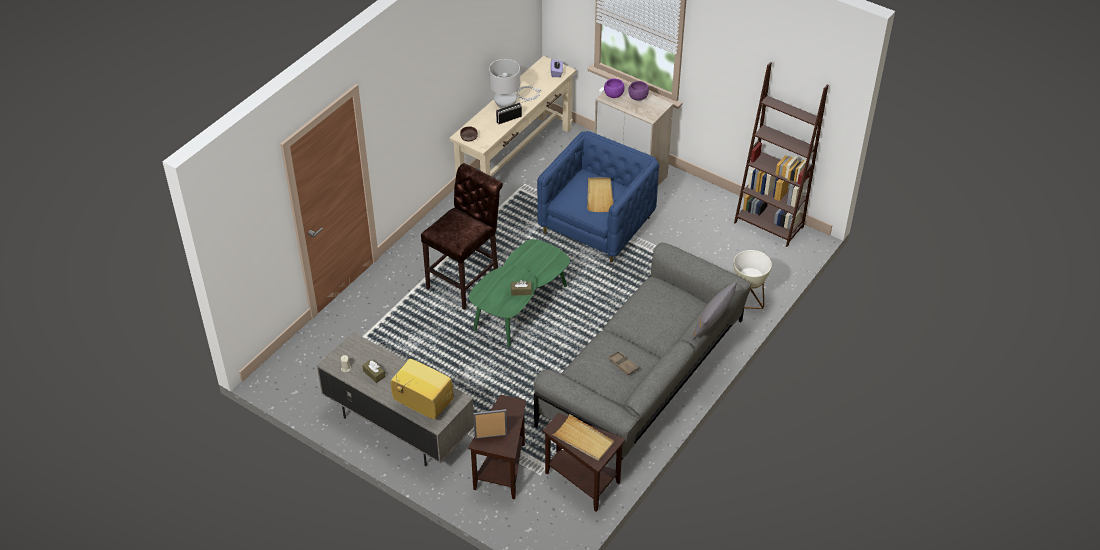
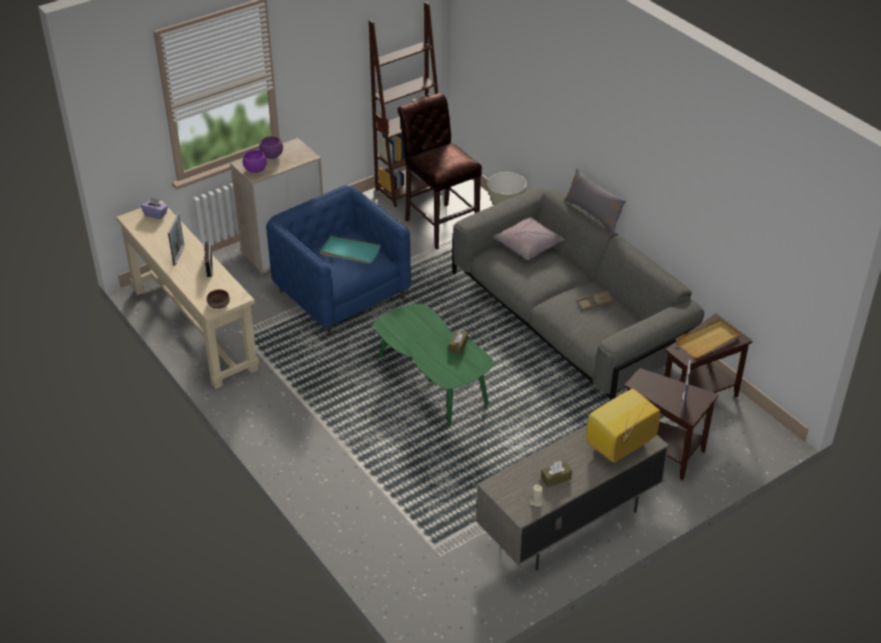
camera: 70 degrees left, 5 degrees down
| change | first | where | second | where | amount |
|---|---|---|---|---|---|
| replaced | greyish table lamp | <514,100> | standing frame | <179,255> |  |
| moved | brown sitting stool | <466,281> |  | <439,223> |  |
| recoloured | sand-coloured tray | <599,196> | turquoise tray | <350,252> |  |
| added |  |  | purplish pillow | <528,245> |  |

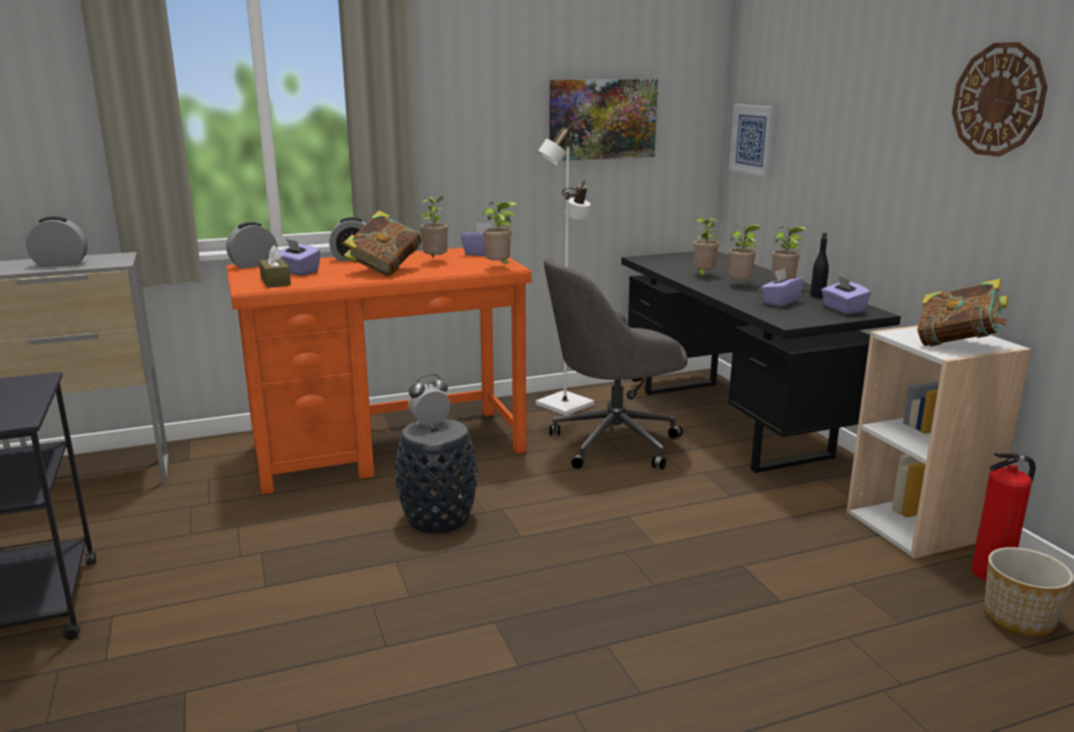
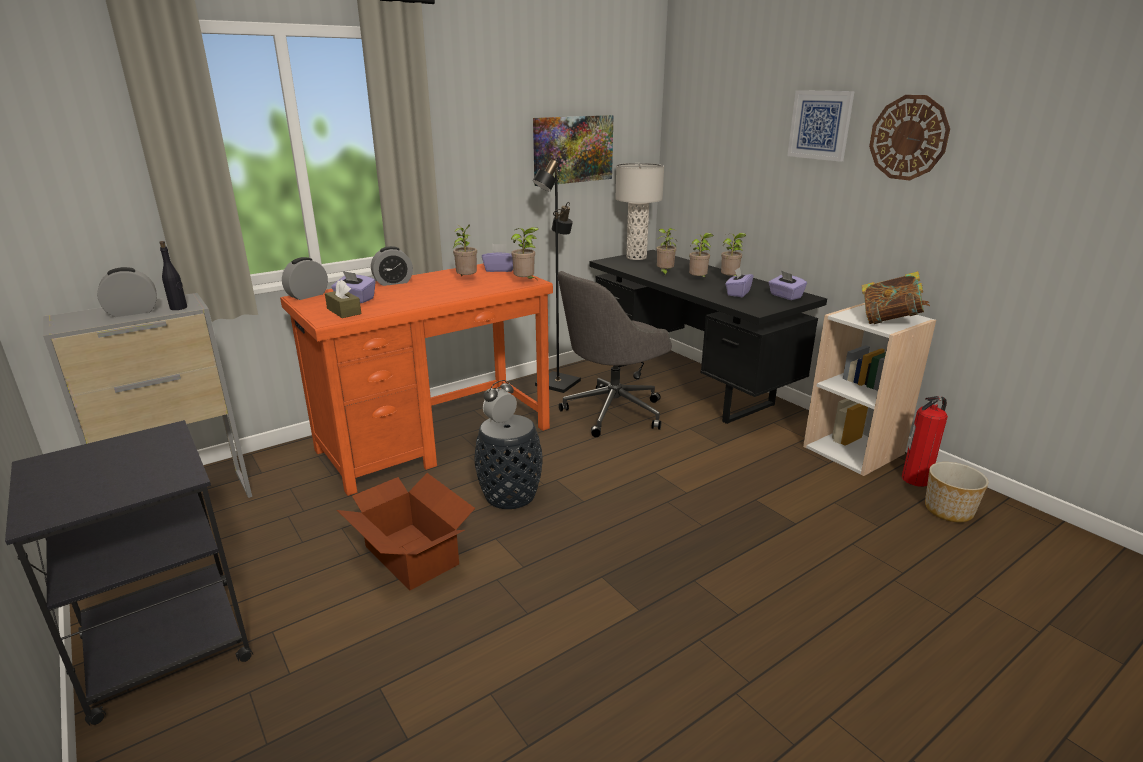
camera: 15 degrees left, 5 degrees up
| change | first | where | second | where | amount |
|---|---|---|---|---|---|
| moved | wall art | <753,139> |  | <820,125> |  |
| recoloured | white-coloured floor lamp | <565,404> | blackish floor lamp | <558,383> |  |
| removed | book | <384,270> |  |  |  |
| moved | blackish bottle | <818,296> |  | <179,308> |  |
| added |  |  | white-coloured table lamp | <636,257> |  |
| added |  |  | carton | <412,554> |  |

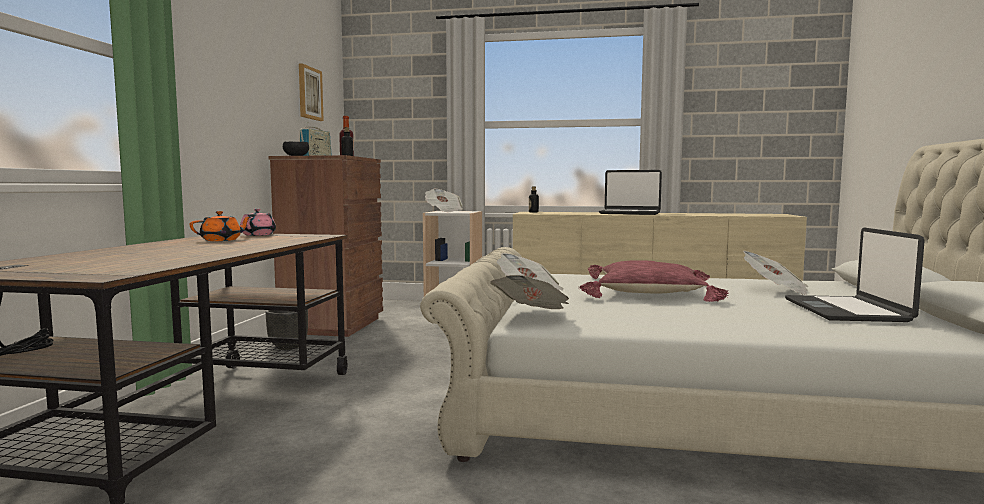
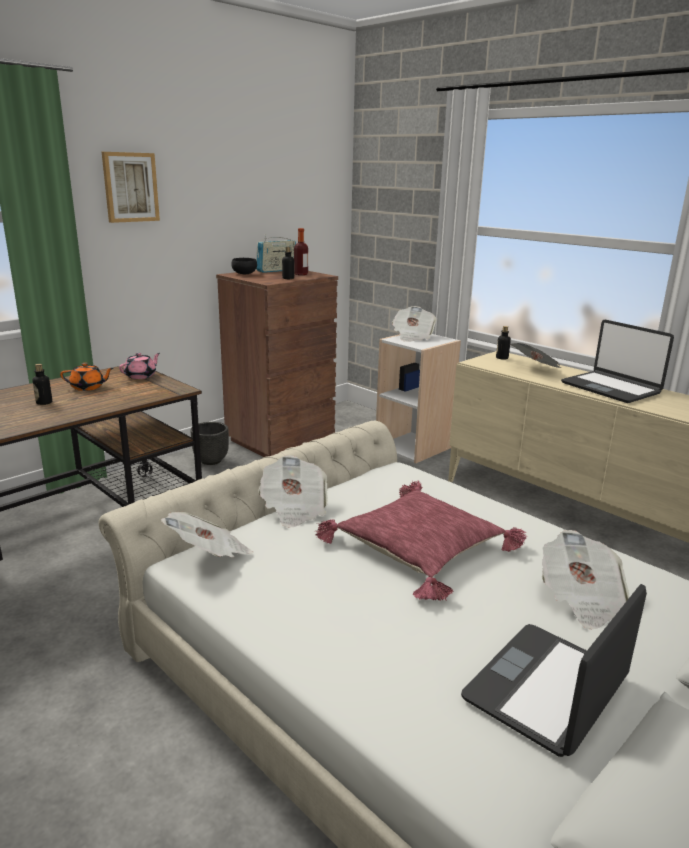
camera: 35 degrees right, 15 degrees up
| change | first | where | second | where | amount |
|---|---|---|---|---|---|
| moved | wall art | <309,93> |  | <130,187> |  |
| added |  |  | printed paper | <535,370> |  |
| added |  |  | bottle | <44,402> |  |

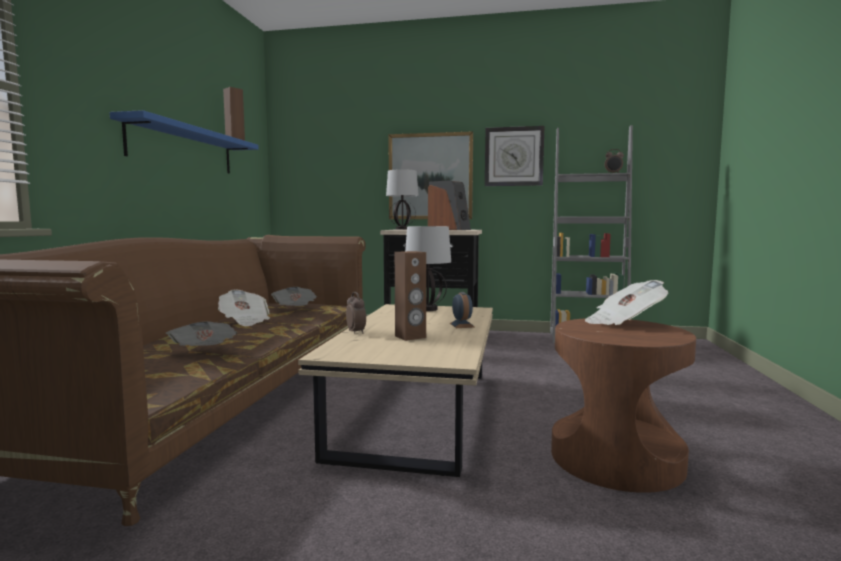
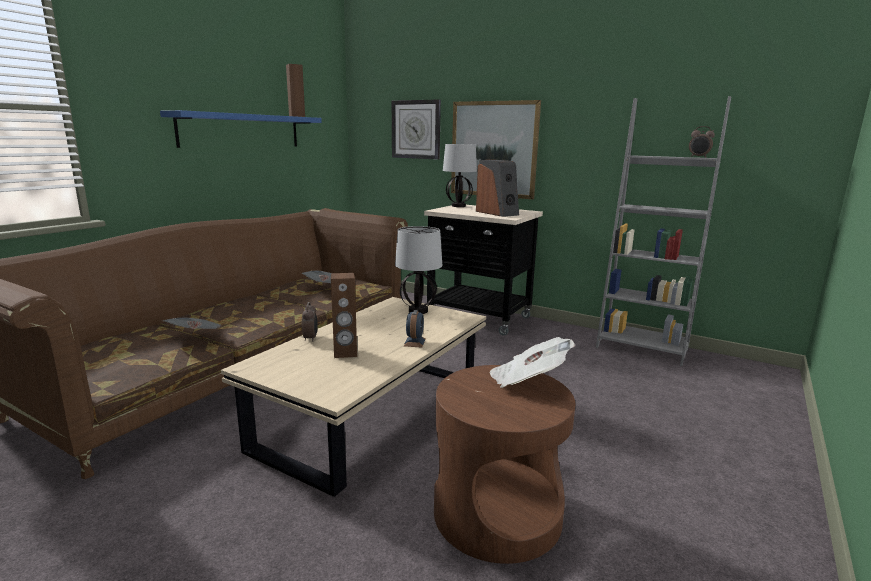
camera: 20 degrees right, 10 degrees up
| change | first | where | second | where | amount |
|---|---|---|---|---|---|
| moved | wall clock | <514,156> |  | <416,129> |  |
| removed | printed paper | <244,321> |  |  |  |

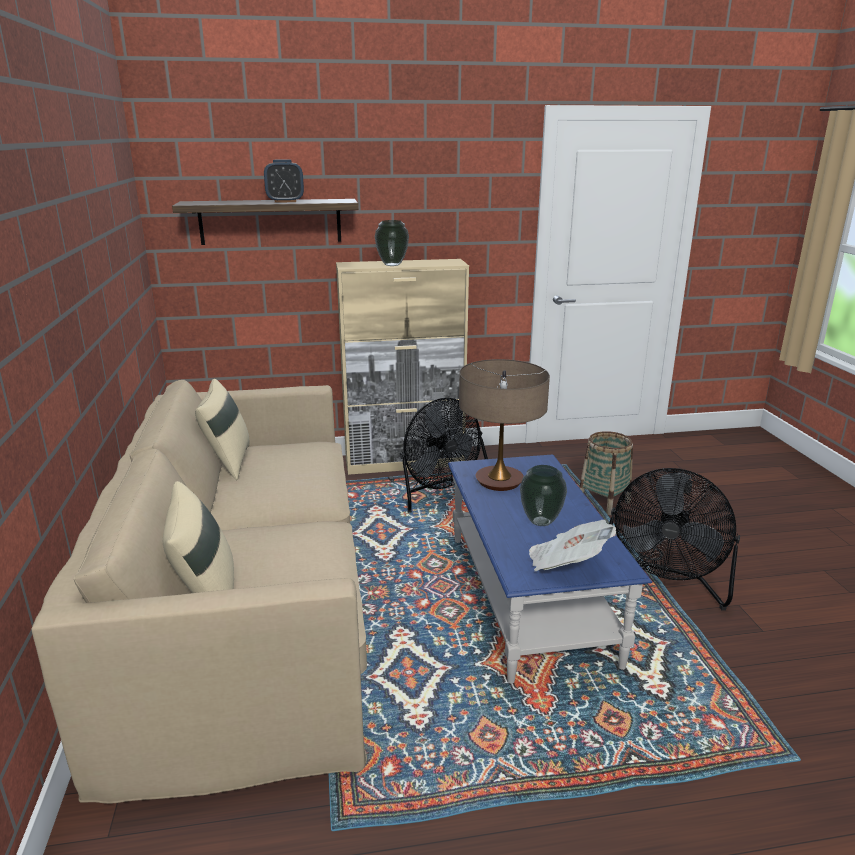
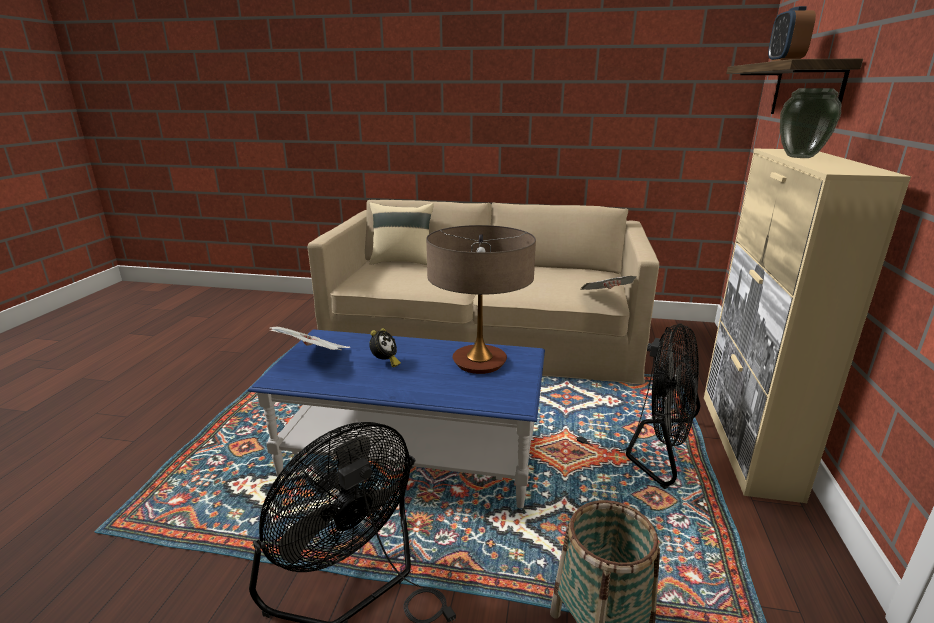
camera: 110 degrees right, 0 degrees up
| change | first | where | second | where | amount |
|---|---|---|---|---|---|
| removed | sand-coloured pillow | <228,462> |  |  |  |
| turned | blackish fan | <434,493> |  | <650,447> | 135 degrees counterclockwise |
| replaced | flower vase | <540,521> | table clock | <385,362> |  |
| added |  |  | printed paper | <607,298> |  |

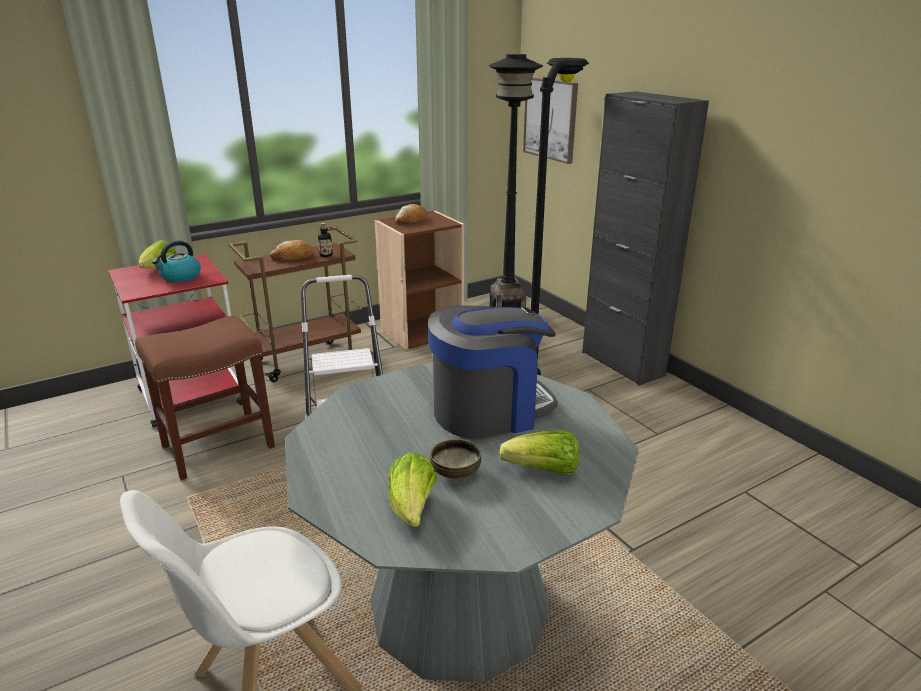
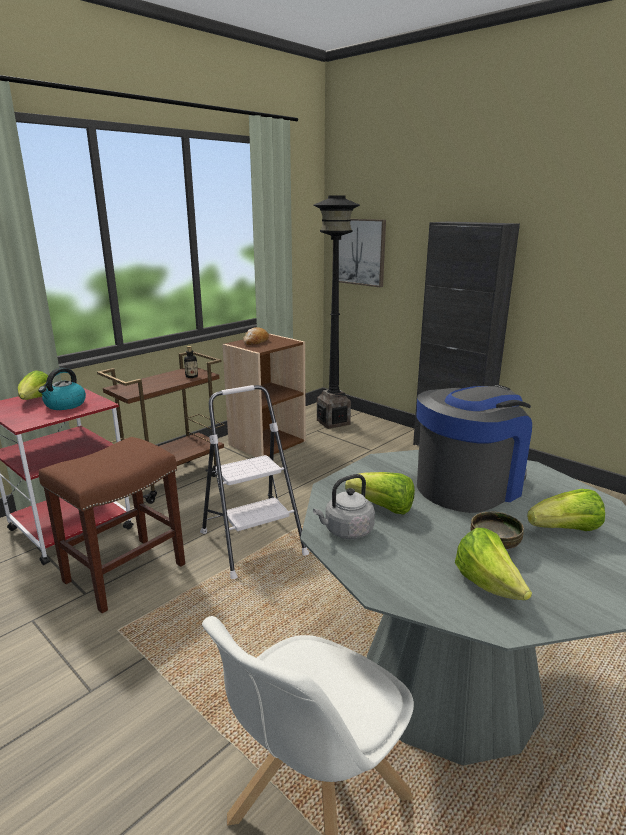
camera: 15 degrees left, 5 degrees down
| change | first | where | second | where | amount |
|---|---|---|---|---|---|
| removed | blackish floor lamp | <544,349> |  |  |  |
| removed | baked bread | <293,257> |  |  |  |
| added |  |  | head of lettuce | <382,508> |  |
| added |  |  | greyish kettle | <346,531> |  |

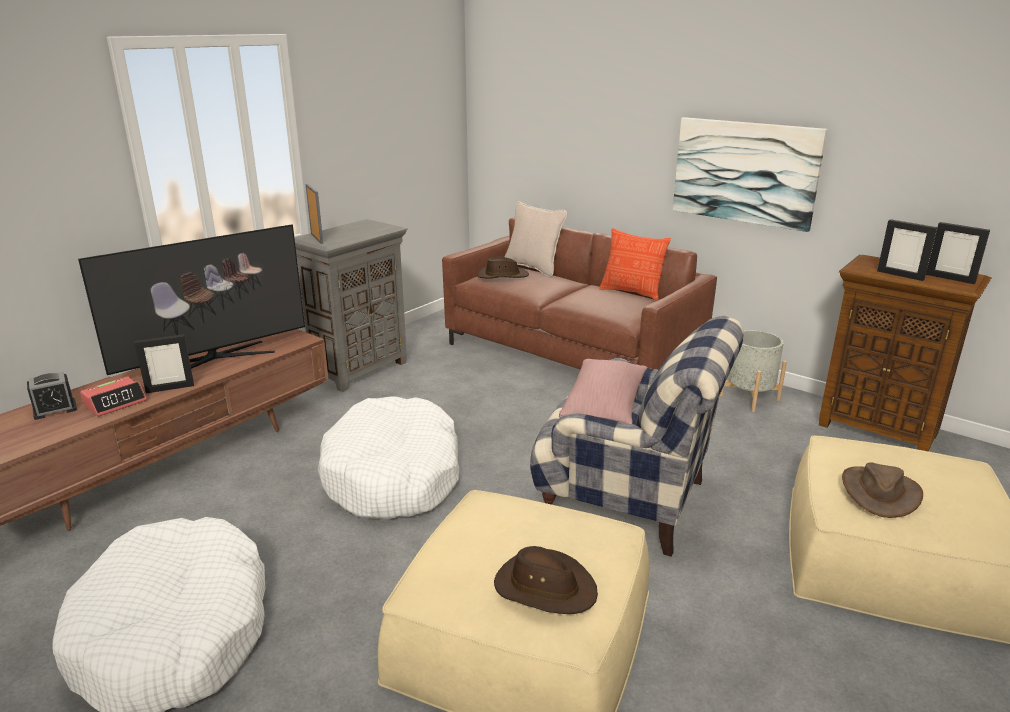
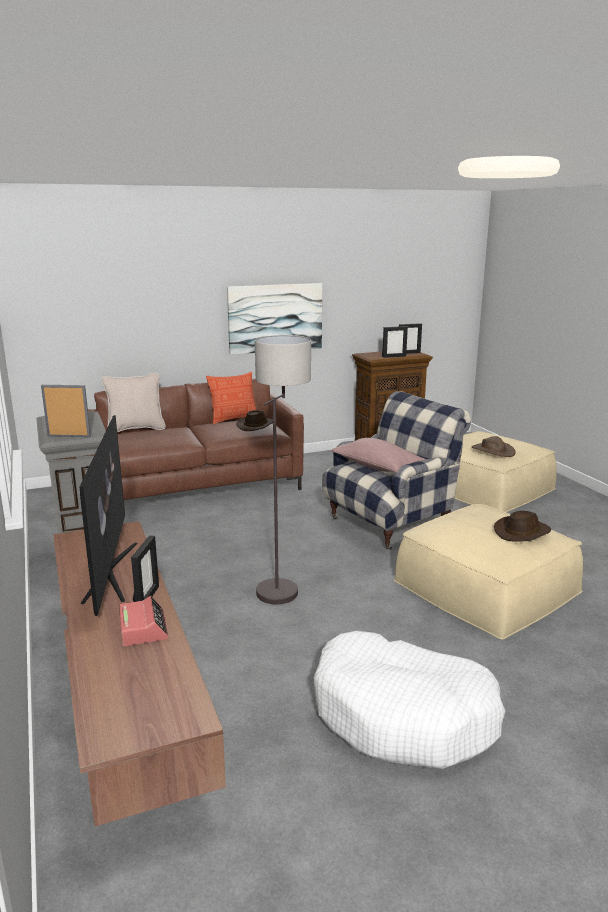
camera: 60 degrees left, 5 degrees down
| change | first | where | second | where | amount |
|---|---|---|---|---|---|
| moved | brown wearable hat | <502,276> |  | <256,426> |  |
| removed | greyish planter | <749,397> |  |  |  |
| removed | table clock | <55,409> |  |  |  |
| replaced | white-coloured dog bed | <393,476> | greyish floor lamp | <282,587> |  |

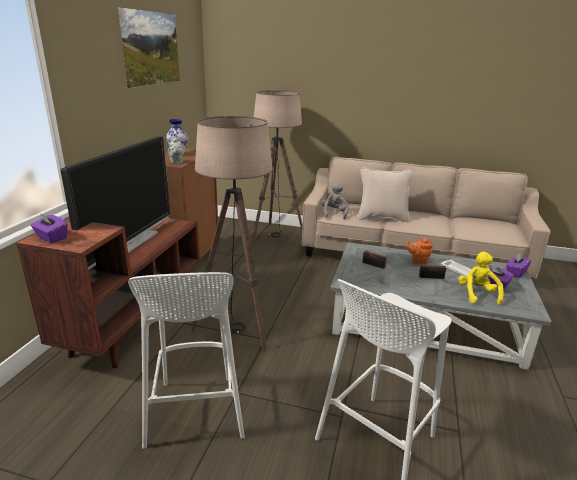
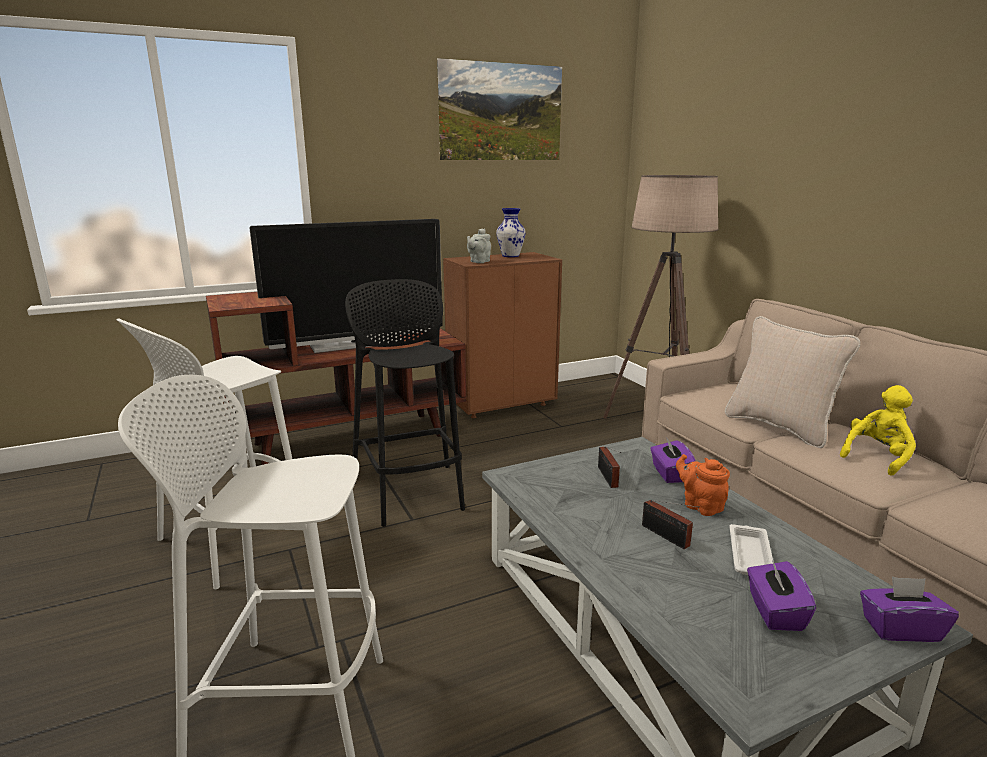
camera: 50 degrees right, 5 degrees down
| change | first | where | second | where | amount |
|---|---|---|---|---|---|
| replaced | floor lamp | <238,327> | blackish sitting stool | <411,493> |  |
| removed | greyish soft toy | <334,214> |  |  |  |
| moved | purplish tissue holder | <51,237> |  | <670,474> |  |
| moved | yellow soft toy | <477,294> |  | <877,457> |  |

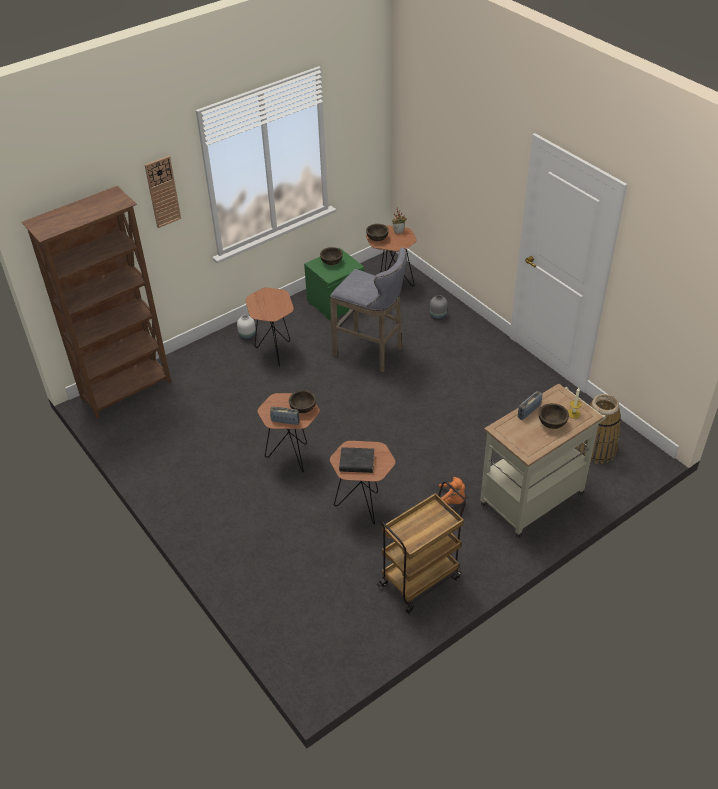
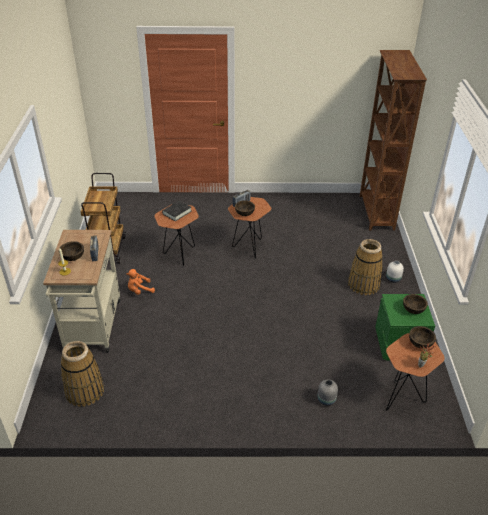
camera: 125 degrees right, 5 degrees down
| change | first | where | second | where | amount |
|---|---|---|---|---|---|
| removed | wall clock | <162,192> |  |  |  |
| removed | greyish sitting stool | <371,352> |  |  |  |
| replaced | brown end table | <274,350> | storage basket | <363,284> |  |

